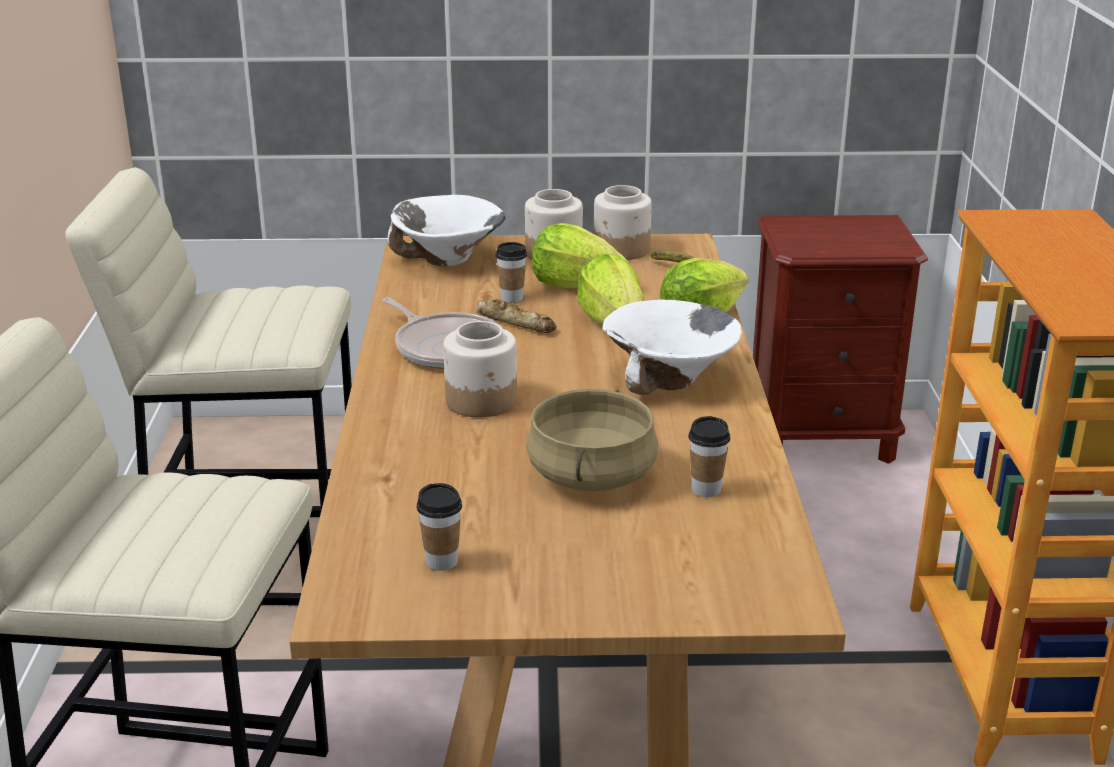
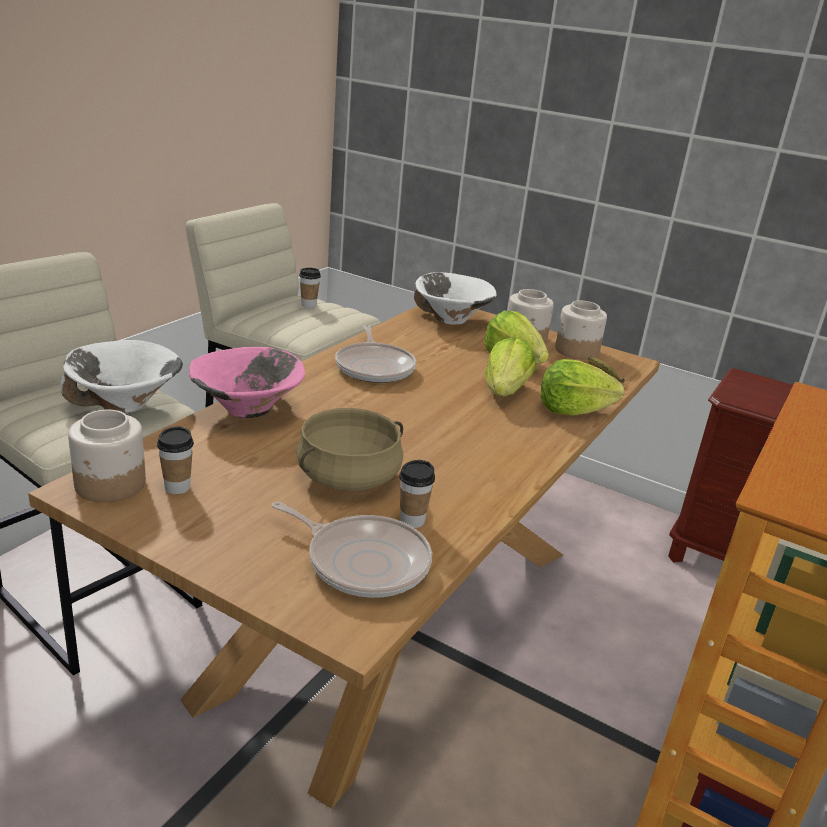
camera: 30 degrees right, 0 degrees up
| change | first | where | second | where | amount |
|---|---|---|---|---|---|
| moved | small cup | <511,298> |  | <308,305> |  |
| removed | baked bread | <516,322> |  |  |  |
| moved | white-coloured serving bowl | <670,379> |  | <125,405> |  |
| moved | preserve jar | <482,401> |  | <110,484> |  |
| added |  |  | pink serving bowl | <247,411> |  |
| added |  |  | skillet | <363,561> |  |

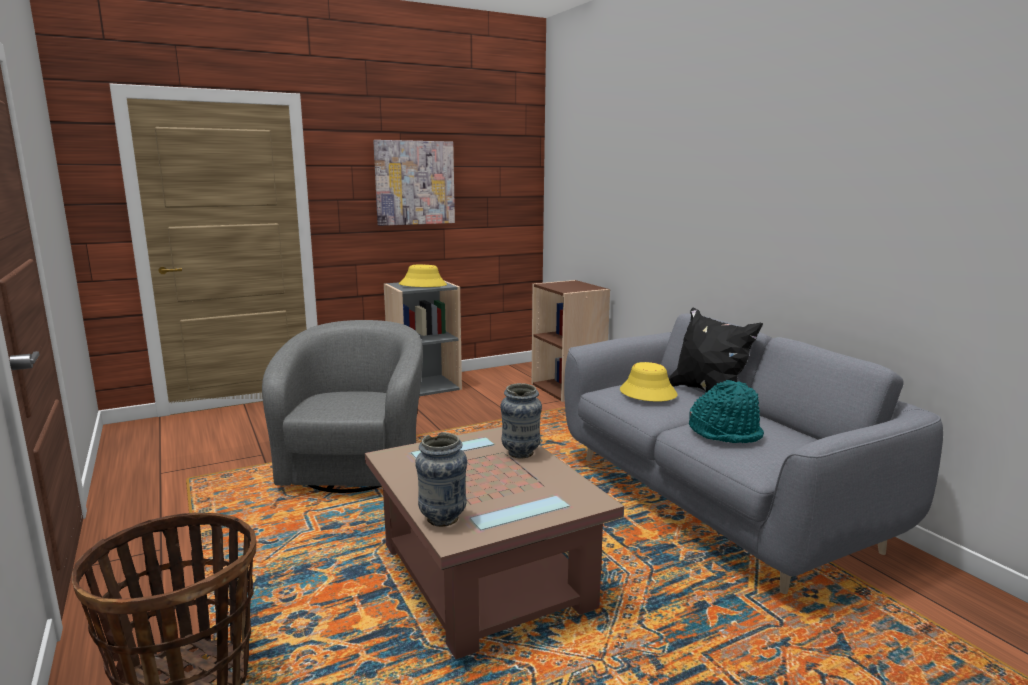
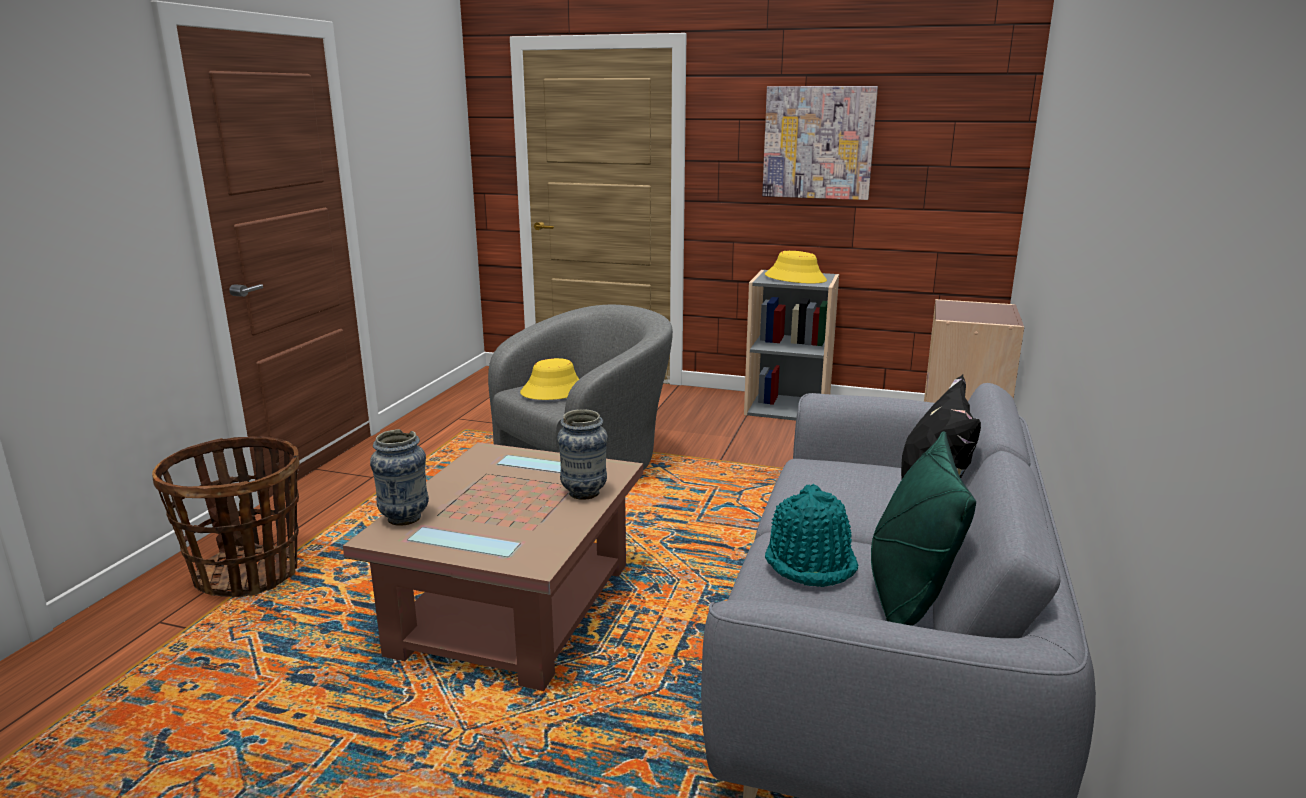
camera: 45 degrees right, 5 degrees up
| change | first | where | second | where | amount |
|---|---|---|---|---|---|
| moved | yellow wearable hat | <647,393> |  | <553,391> |  |
| added |  |  | green pillow | <906,597> |  |

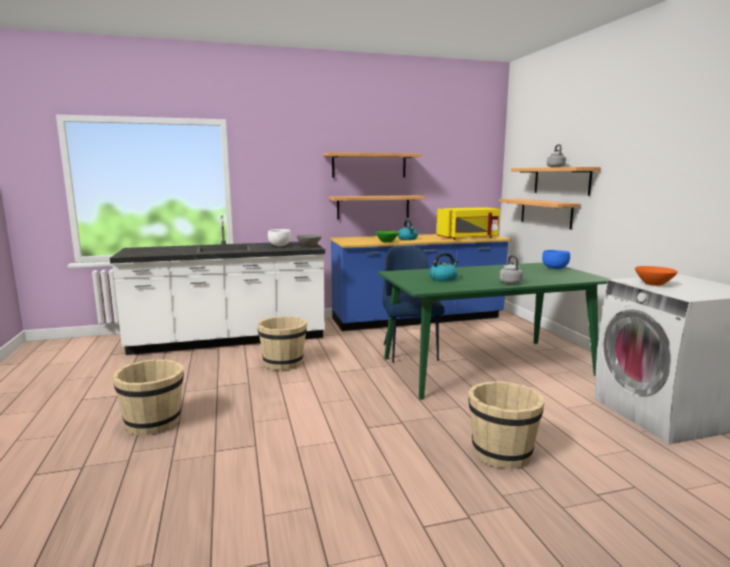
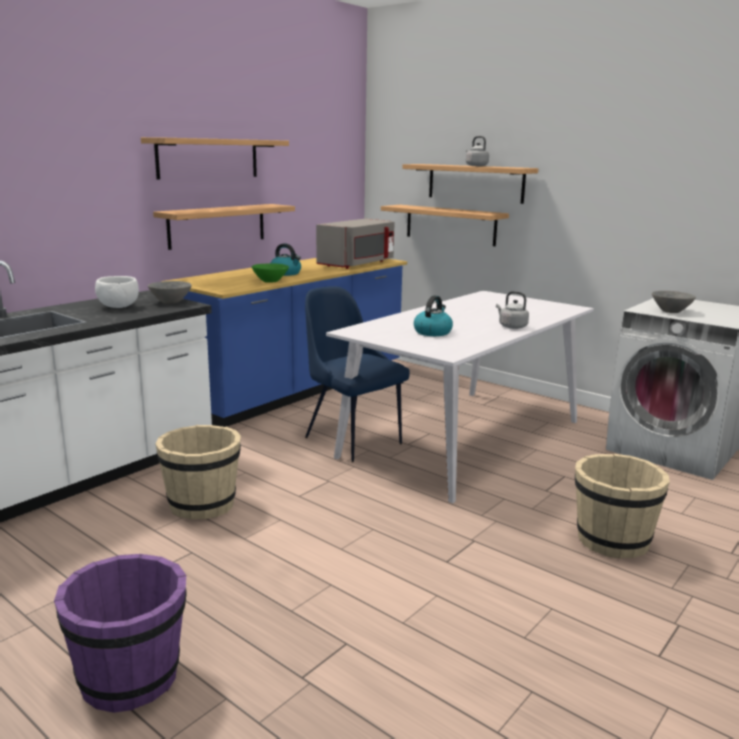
camera: 35 degrees left, 5 degrees up
| change | first | where | second | where | amount |
|---|---|---|---|---|---|
| recoloured | yellow microwave | <468,238> | greyish microwave | <357,264> |  |
| removed | blue-coloured serving bowl | <555,268> |  |  |  |
| recoloured | green kitchen table | <486,367> | white-coloured kitchen table | <463,439> |  |
| recoloured | orange-coloured serving bowl | <654,284> | greyish serving bowl | <671,311> |  |
| recoloured | sand-coloured bucket | <154,423> | purplish bucket | <131,677> |  |

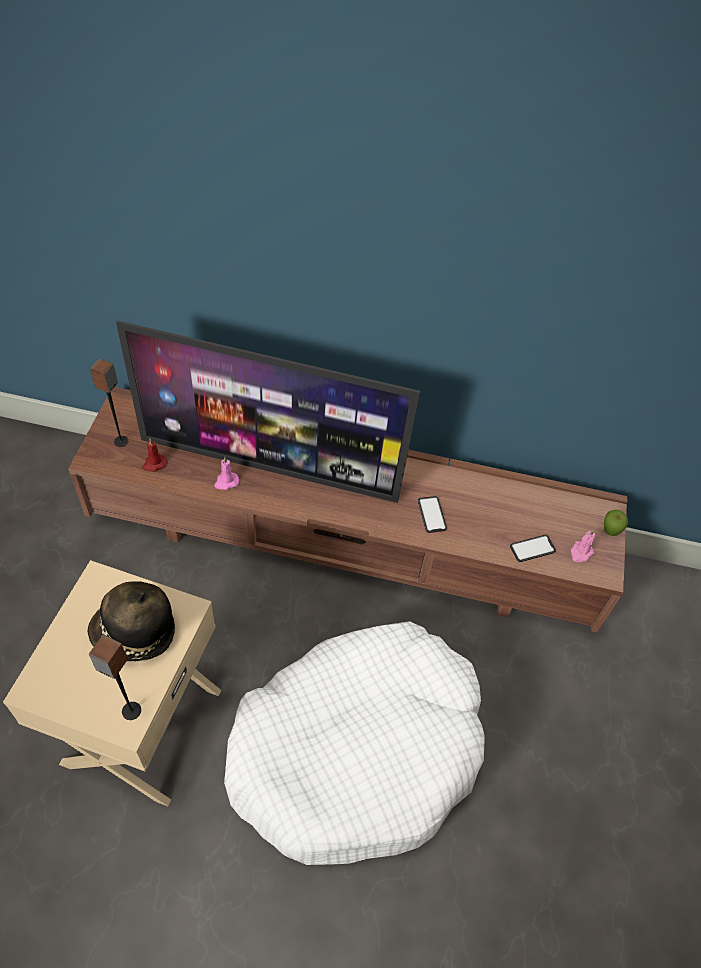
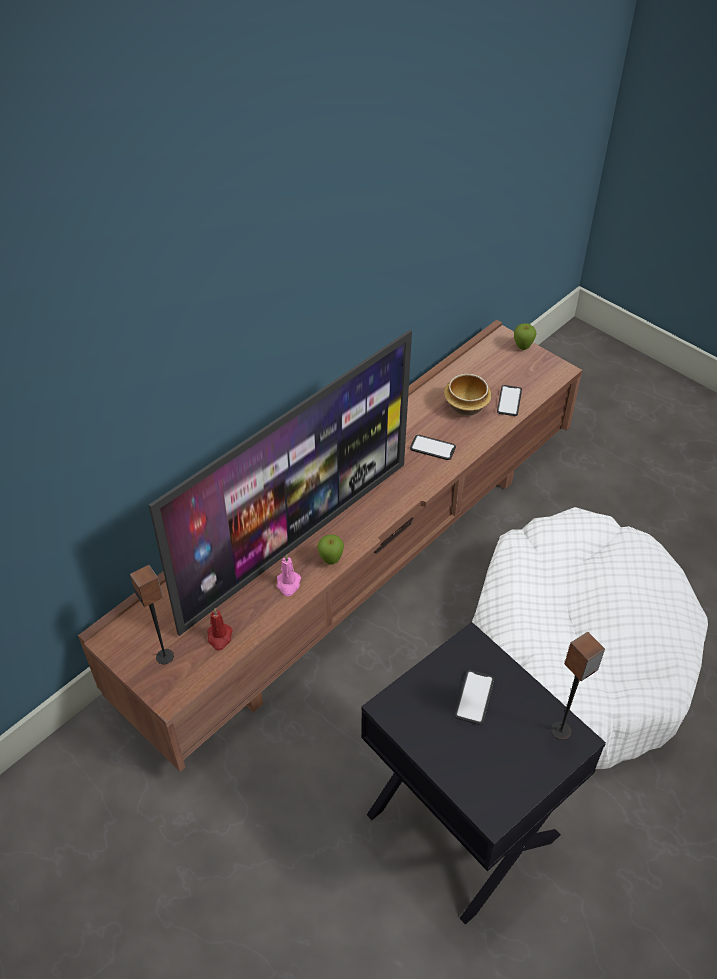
camera: 55 degrees left, 5 degrees down
| change | first | where | second | where | amount |
|---|---|---|---|---|---|
| removed | pink wax light | <580,553> |  |  |  |
| recoloured | sand-coloured end table | <140,725> | blackish end table | <461,826> |  |
| replaced | wearable hat | <134,633> | telephone | <474,697> |  |
| added |  |  | serving bowl | <465,406> |  |
| added |  |  | whole apple | <331,561> |  |

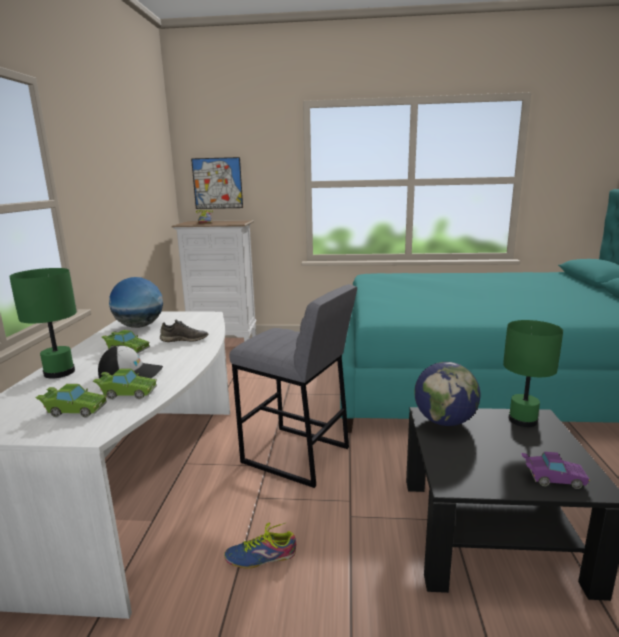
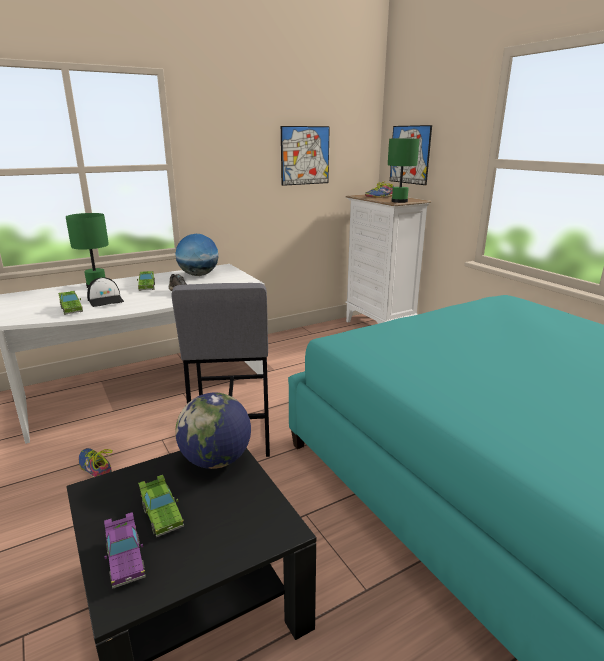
camera: 55 degrees right, 5 degrees up
| change | first | where | second | where | amount |
|---|---|---|---|---|---|
| moved | green table lamp | <522,420> |  | <399,201> |  |
| moved | green toy car | <74,411> |  | <161,514> |  |
| added |  |  | wall art | <305,155> |  |

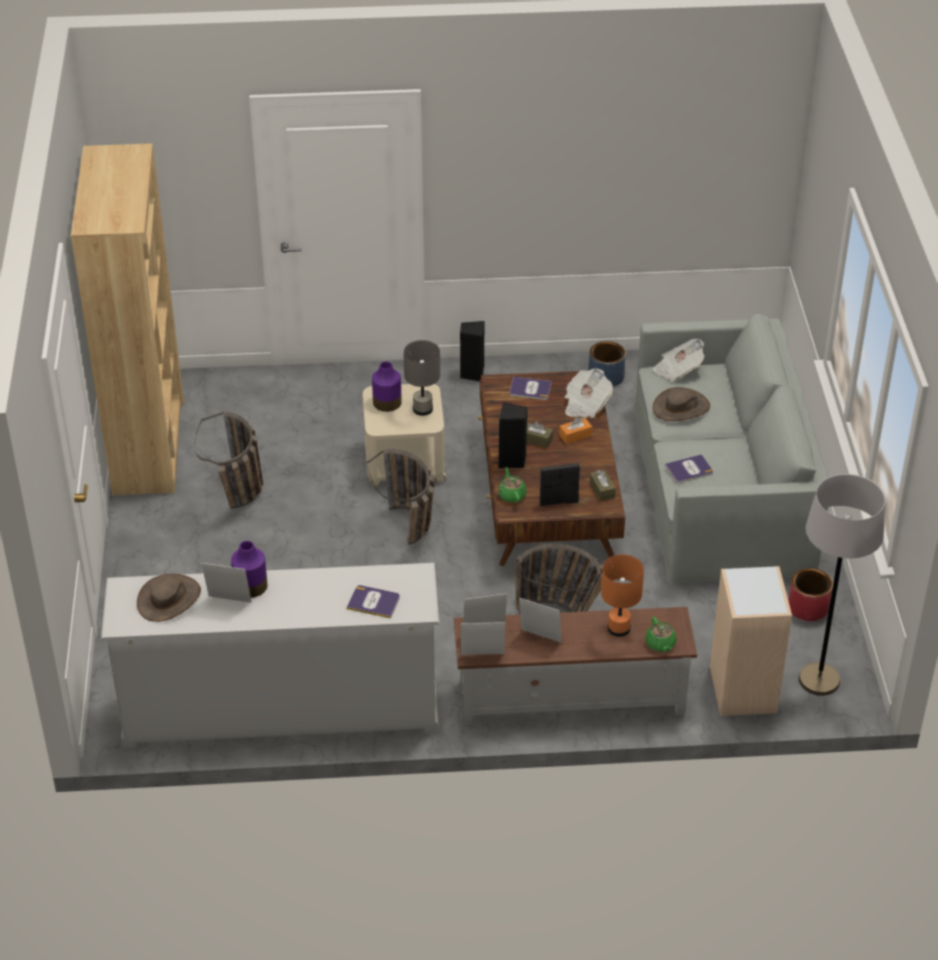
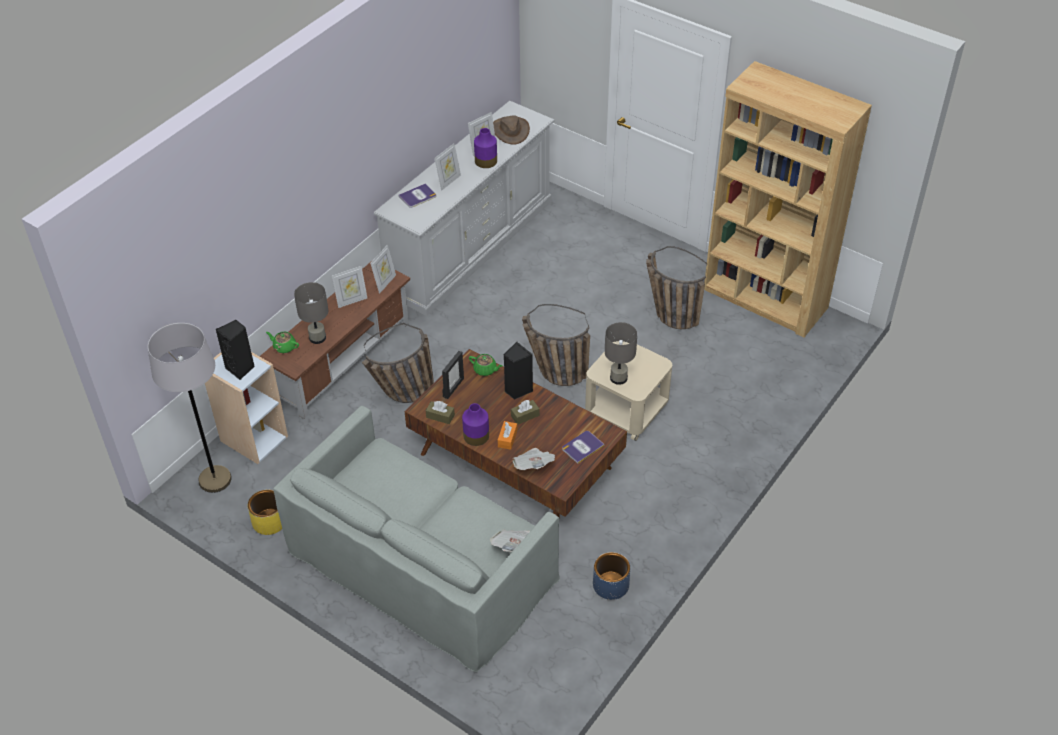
camera: 130 degrees right, 5 degrees up
| change | first | where | second | where | amount |
|---|---|---|---|---|---|
| moved | blackish speaker | <472,373> |  | <241,369> |  |
| moved | purplish flower vase | <387,402> |  | <476,435> |  |
| removed | brown wearable hat | <681,407> |  |  |  |
| removed | book | <689,469> |  |  |  |
| recoloured | orange-coloured table lamp | <619,628> | greyish table lamp | <317,337> |  |
| recoloured | red-coloured planter | <808,608> | yellow planter | <269,522> |  |
| moved | standing frame | <482,657> |  | <448,181> |  |

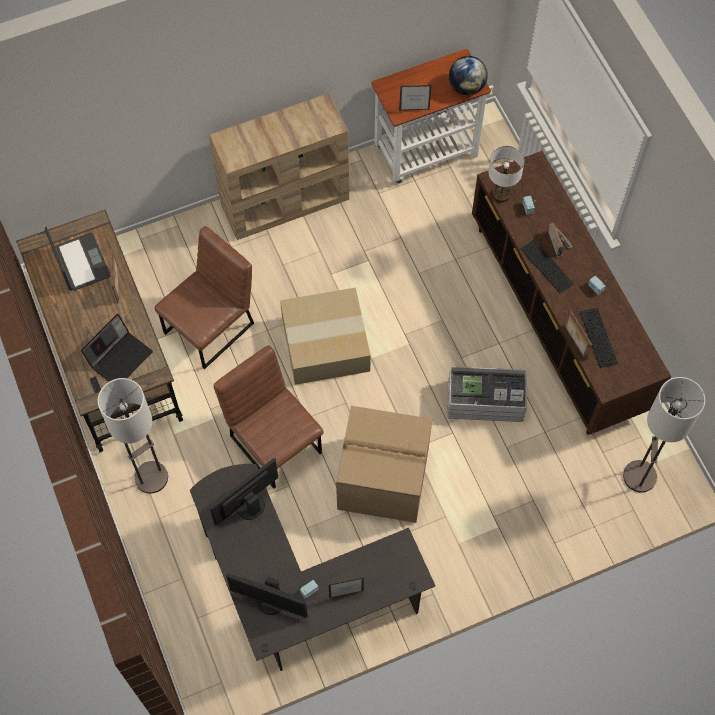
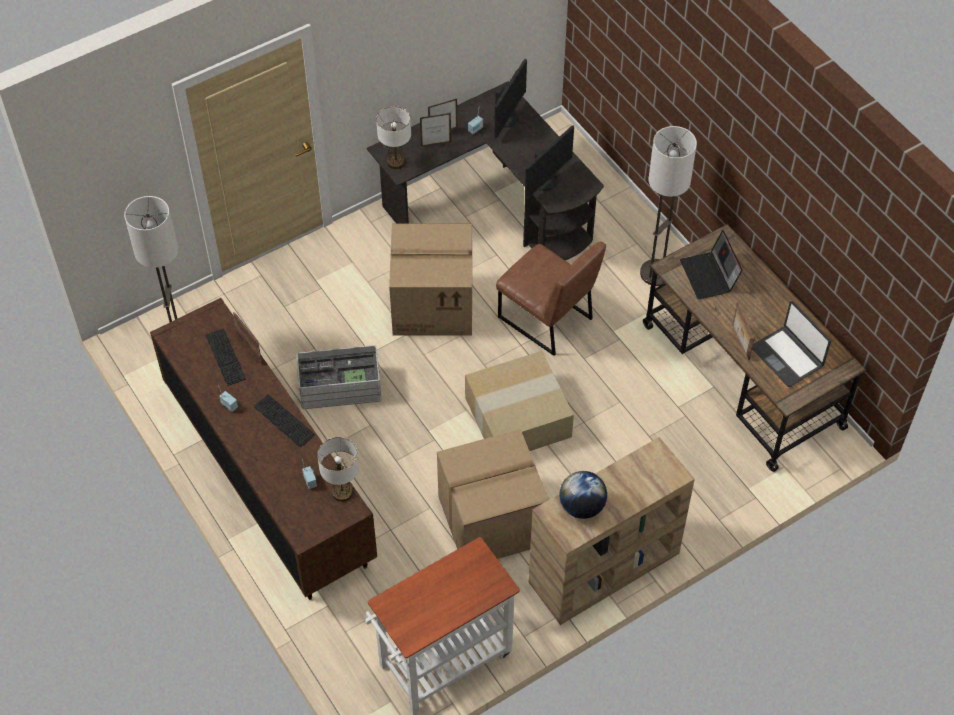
camera: 170 degrees right, 10 degrees down
| change | first | where | second | where | amount |
|---|---|---|---|---|---|
| moved | globe | <466,87> |  | <582,506> |  |
| moved | standing frame | <414,110> |  | <436,144> |  |
| removed | radio | <558,242> |  |  |  |
| removed | brown upright chair | <211,326> |  |  |  |
| turned | portable computer | <120,357> |  | <709,276> | 45 degrees counterclockwise |
| turned | computer screen | <270,601> |  | <507,118> | 105 degrees clockwise |
| added |  |  | table lamp | <395,162> |  |
| added |  |  | carton | <491,522> |  |

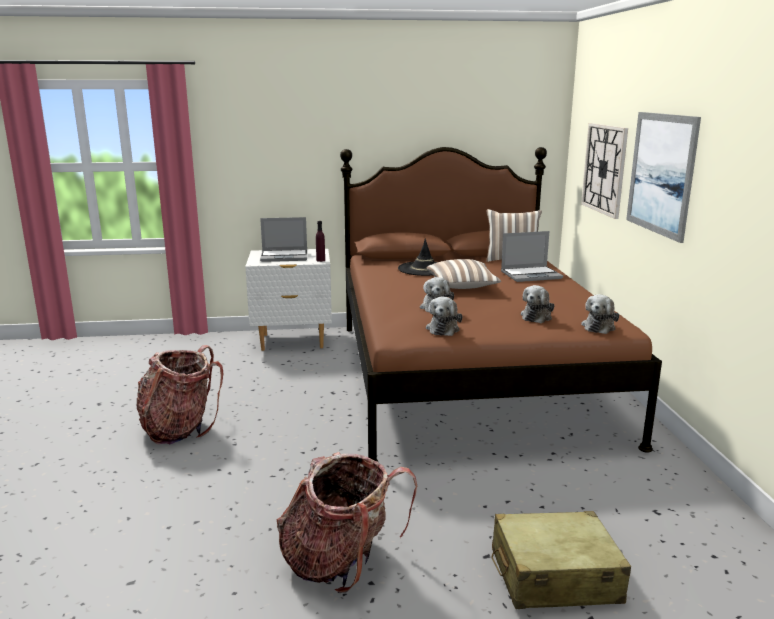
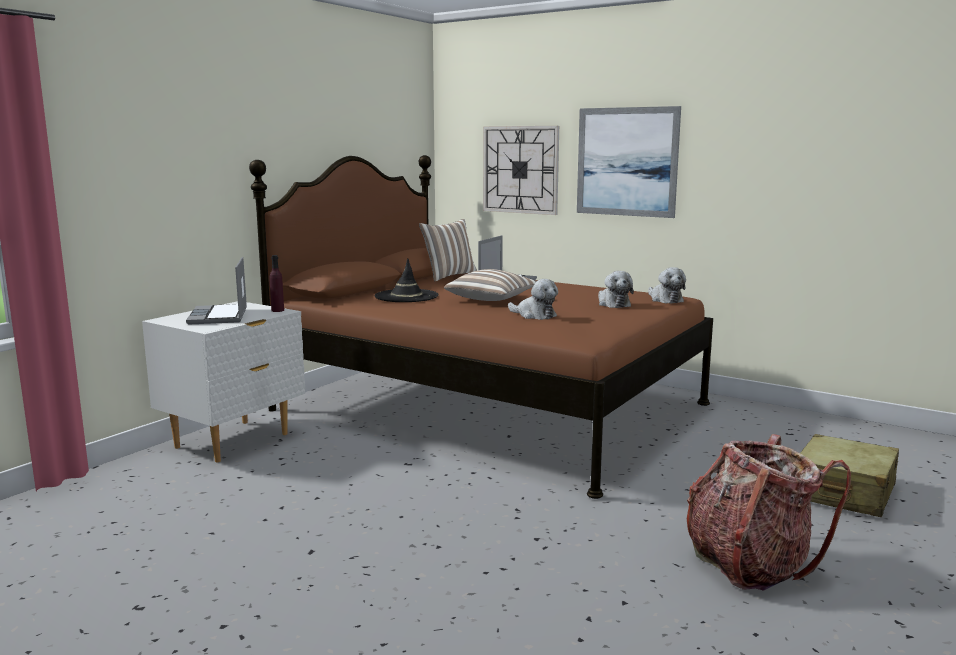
camera: 50 degrees left, 5 degrees down
| change | first | where | second | where | amount |
|---|---|---|---|---|---|
| turned | portable computer | <285,257> |  | <219,316> | 135 degrees clockwise |
| removed | soft toy | <443,328> |  |  |  |
| removed | knapsack | <180,429> |  |  |  |

